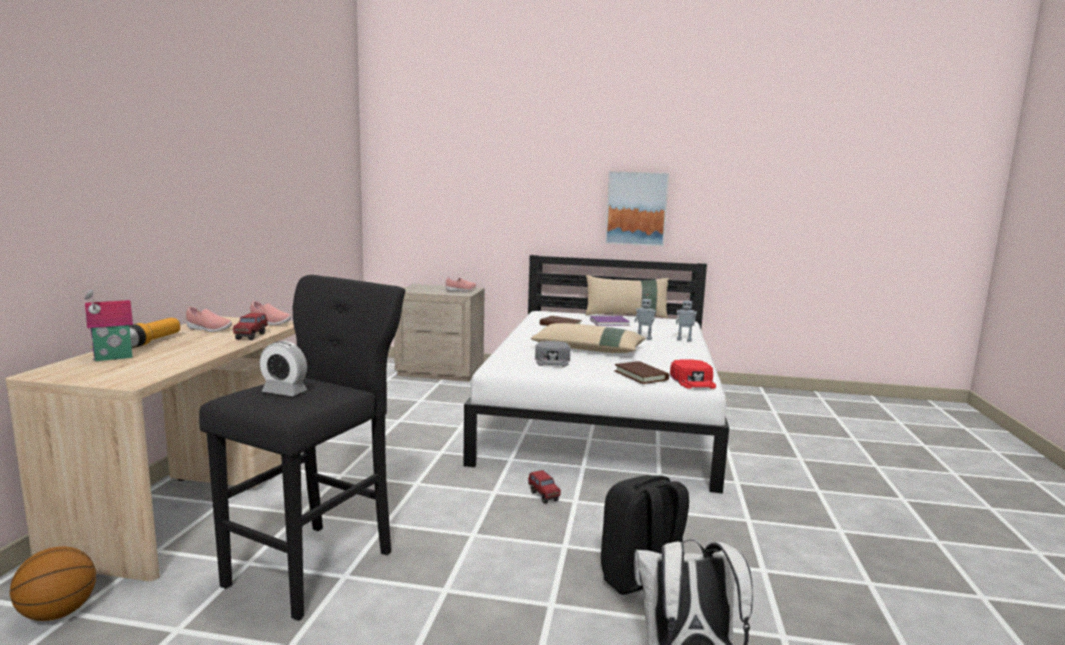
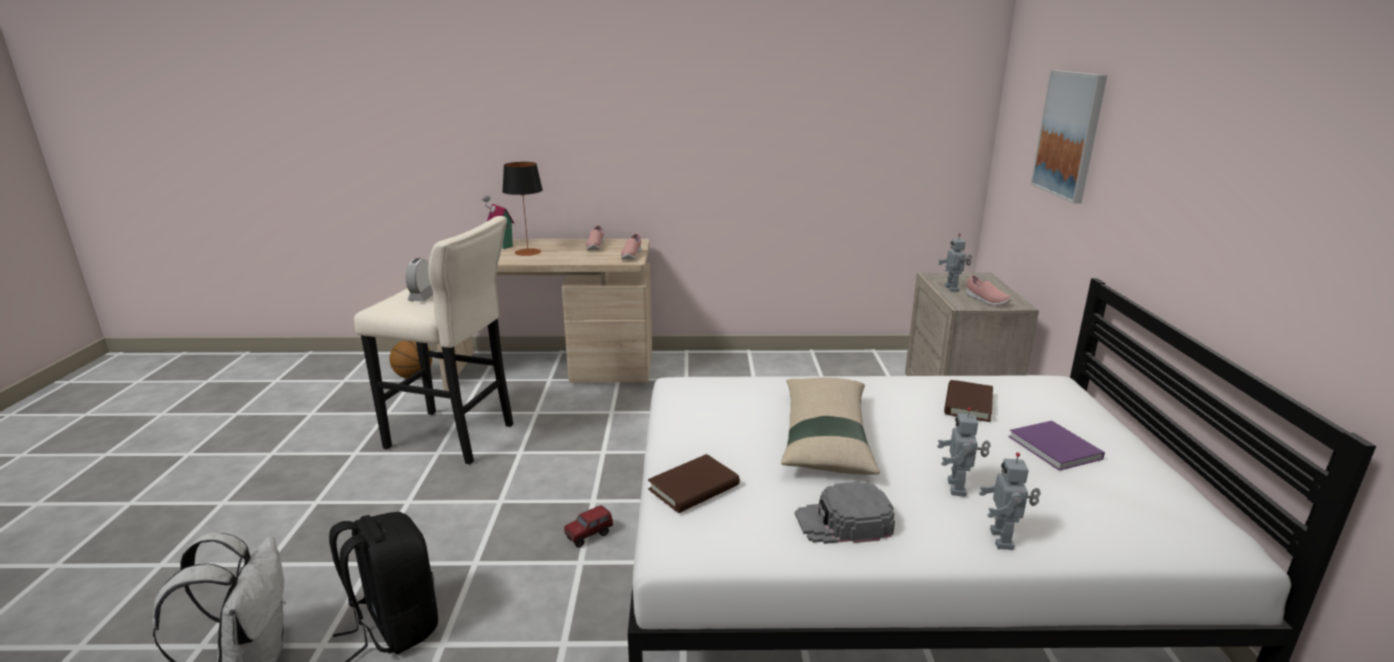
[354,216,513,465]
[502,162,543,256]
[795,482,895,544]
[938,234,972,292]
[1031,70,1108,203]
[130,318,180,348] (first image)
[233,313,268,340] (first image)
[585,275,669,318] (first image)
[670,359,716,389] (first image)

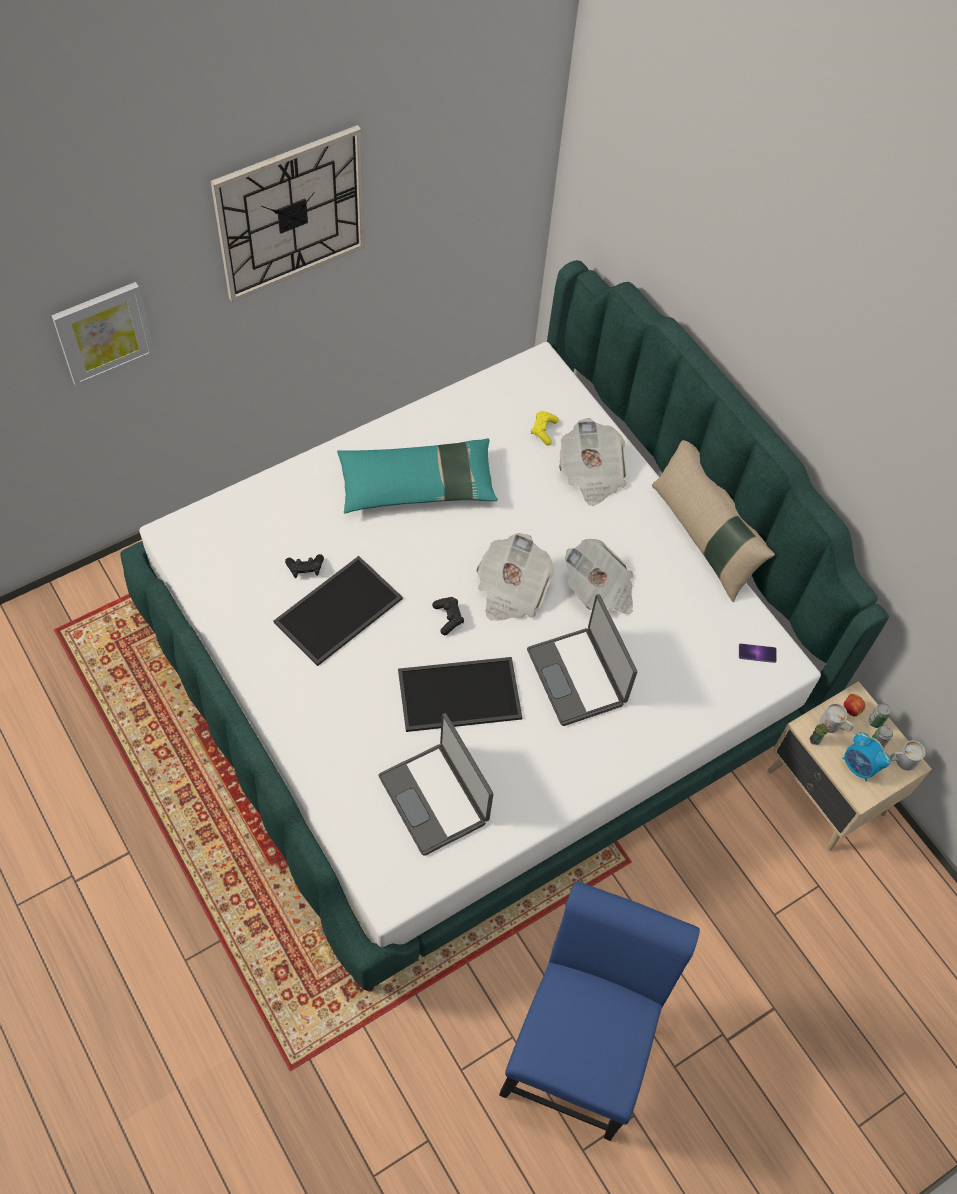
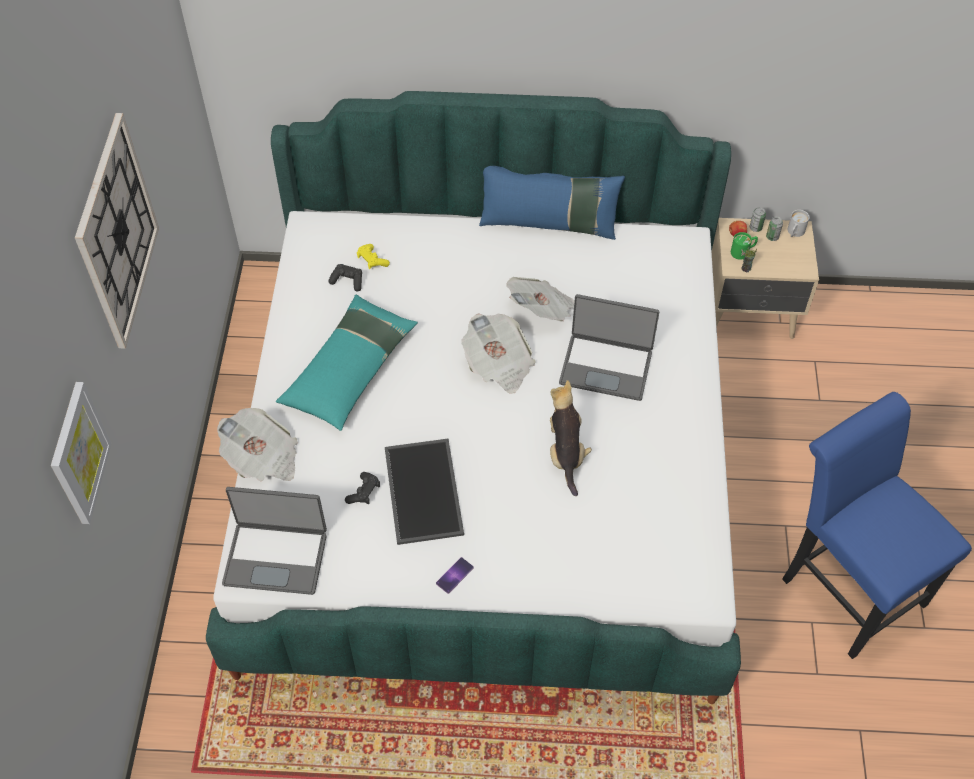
[217,408,298,481]
[222,487,327,595]
[329,264,362,292]
[436,557,474,594]
[479,166,625,240]
[550,380,592,496]
[731,232,758,260]
[842,732,891,782] (first image)

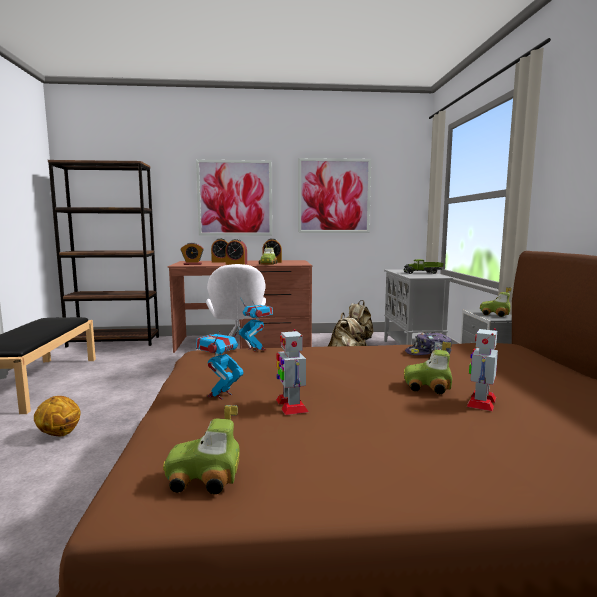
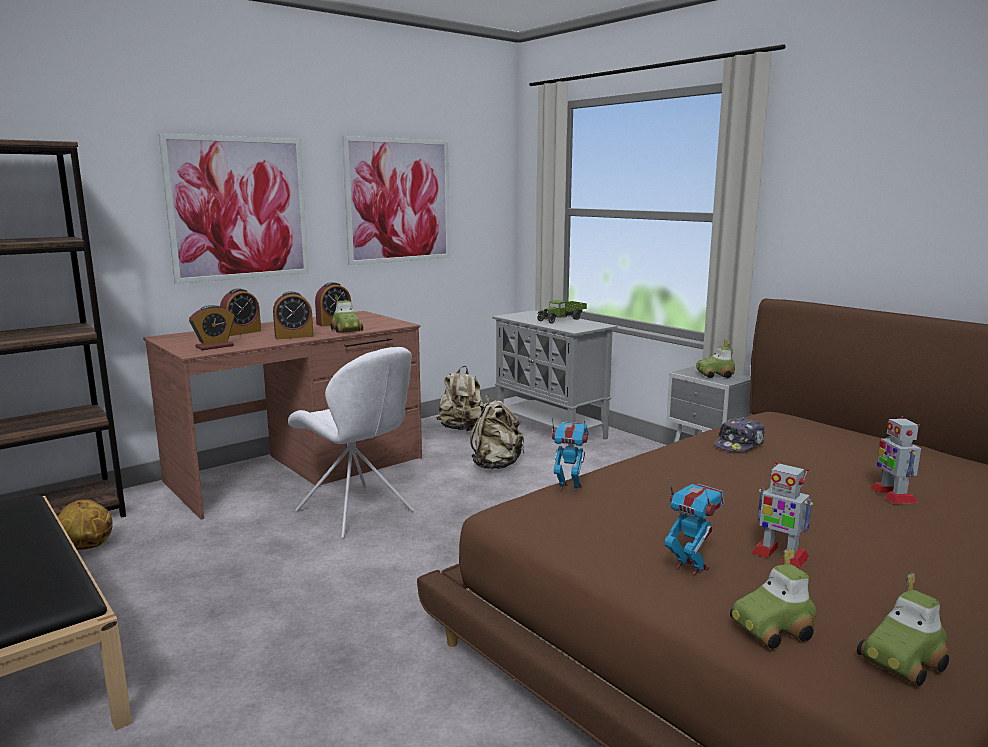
[58,499,113,550]
[664,478,725,576]
[730,549,816,649]

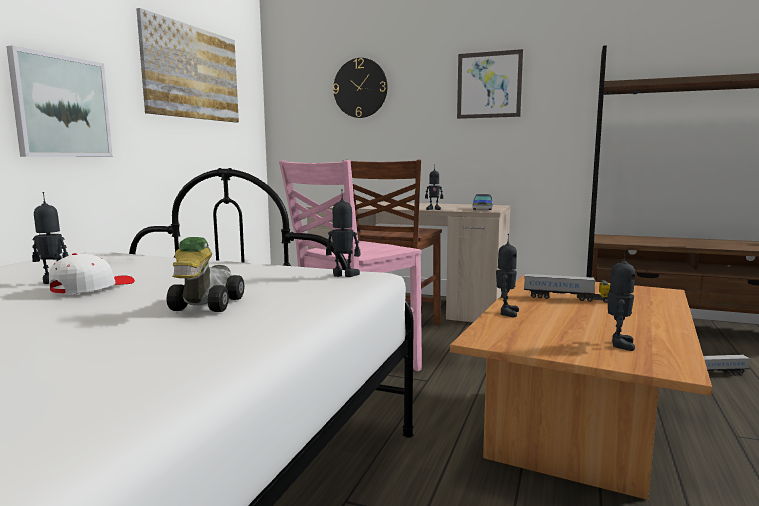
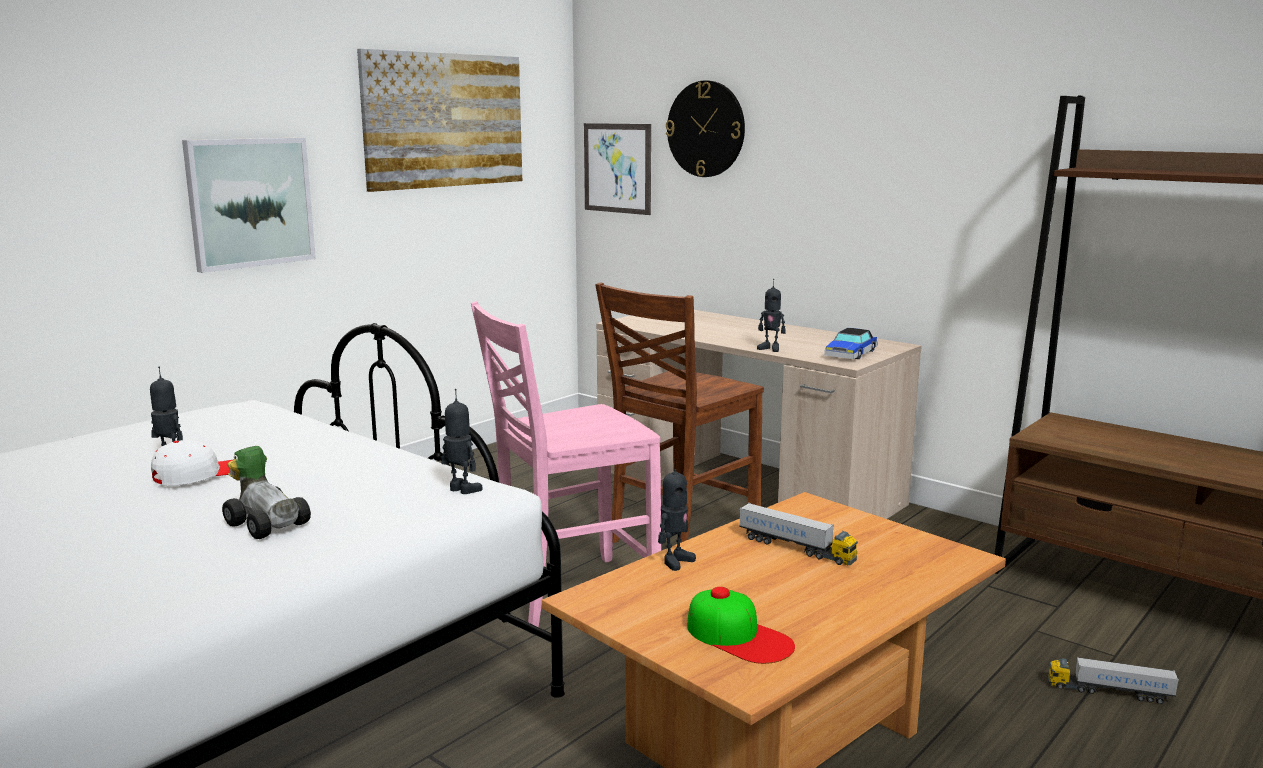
[222,446,311,539]
[584,123,651,215]
[687,587,795,664]

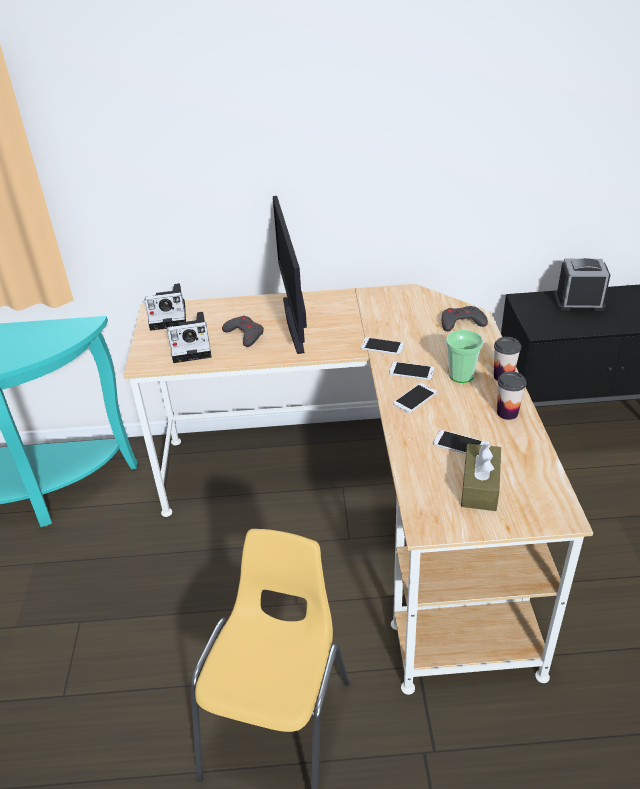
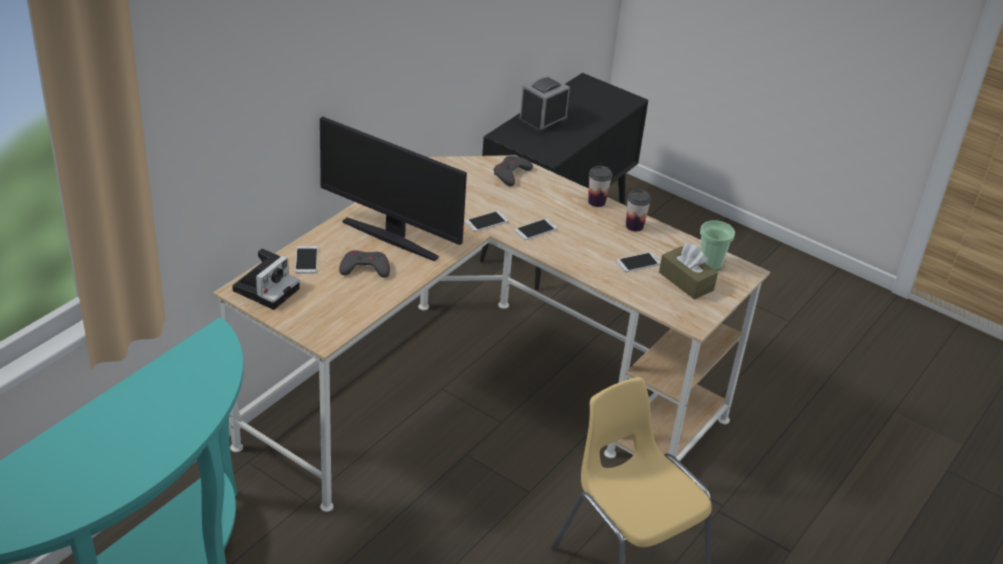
[295,246,318,274]
[700,220,735,271]
[167,312,212,363] (first image)

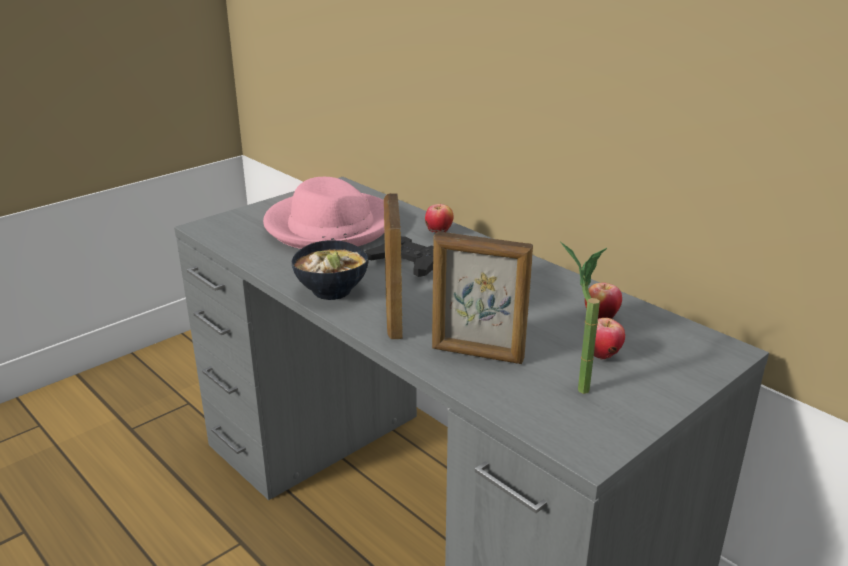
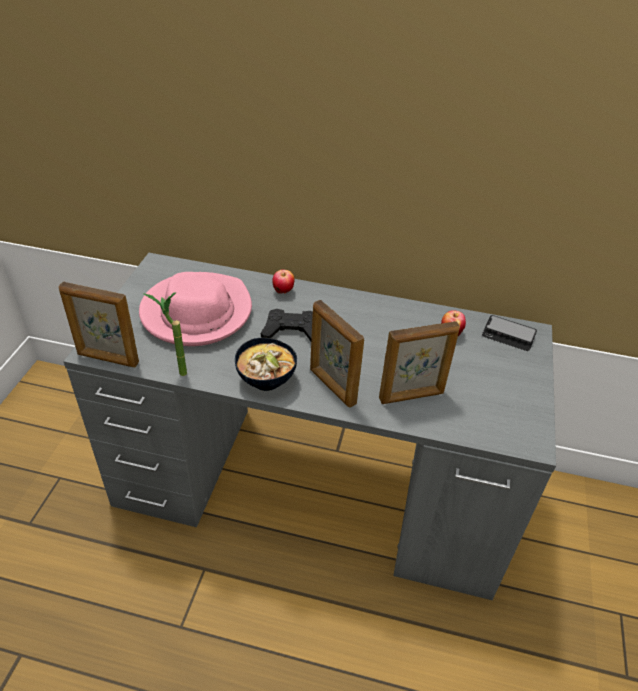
[58,282,139,367]
[143,292,187,376]
[482,315,537,351]
[594,318,625,360] (first image)

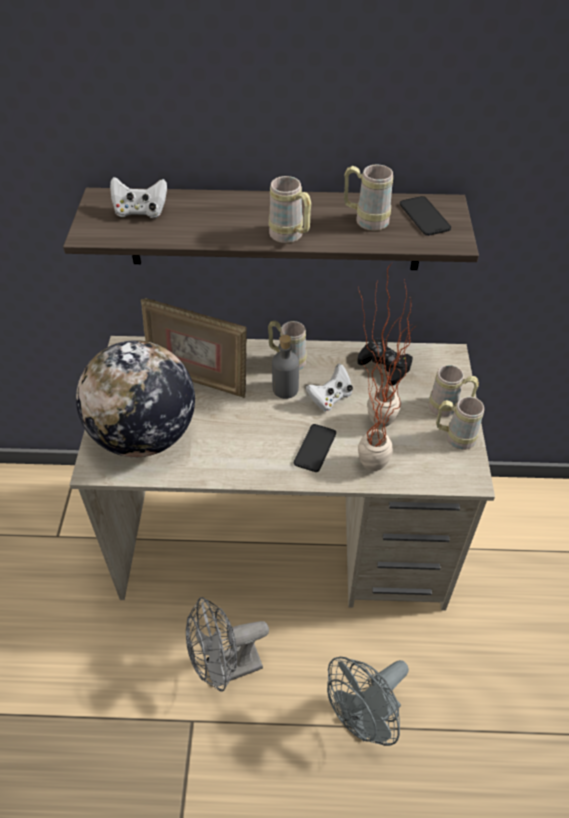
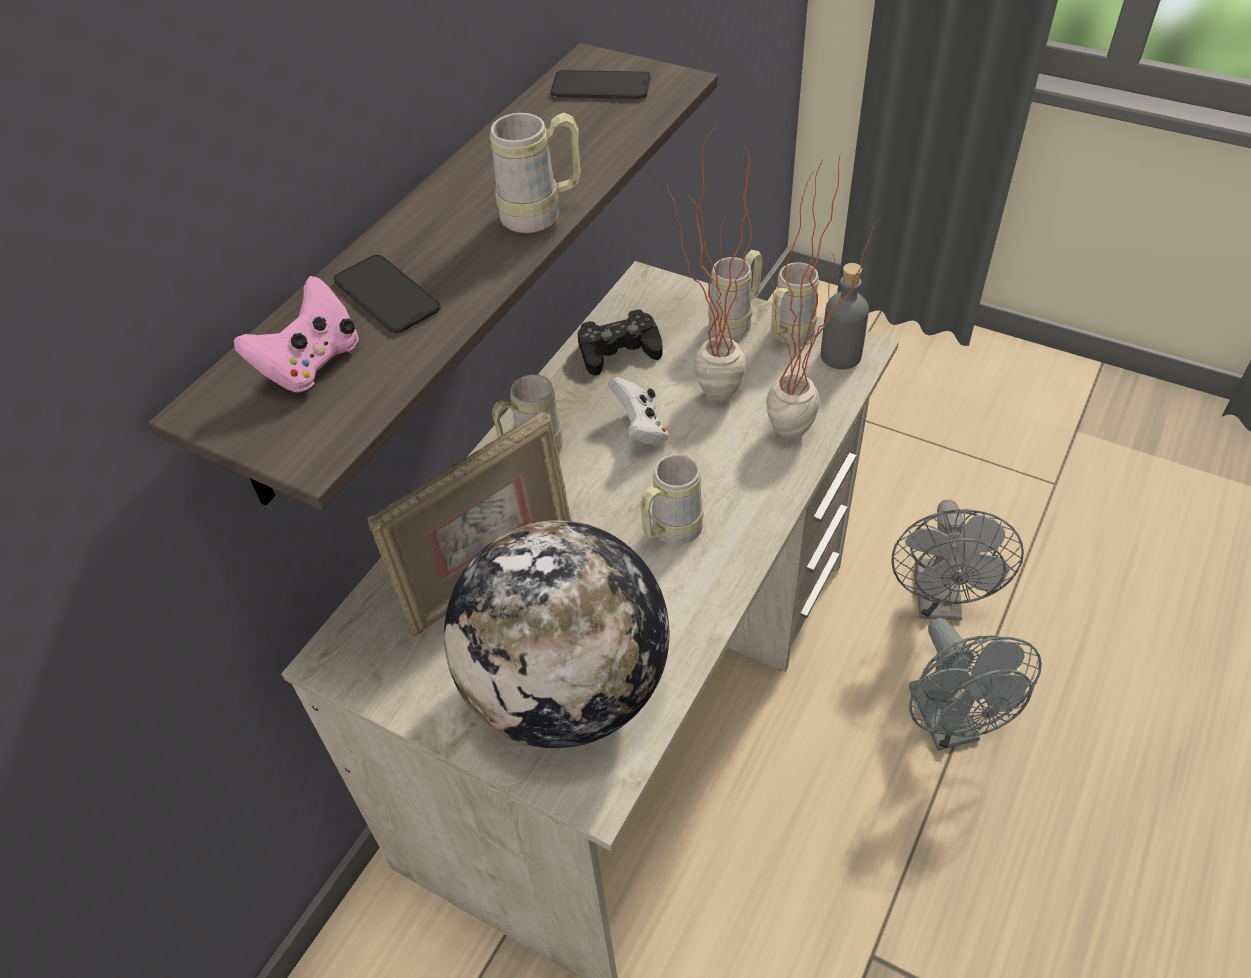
[234,276,359,392]
[334,255,441,333]
[640,454,704,545]
[821,263,869,370]
[892,499,1024,621]

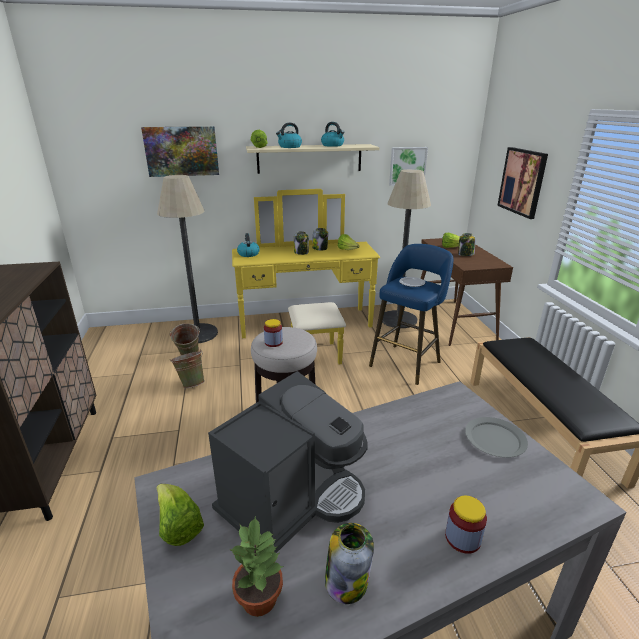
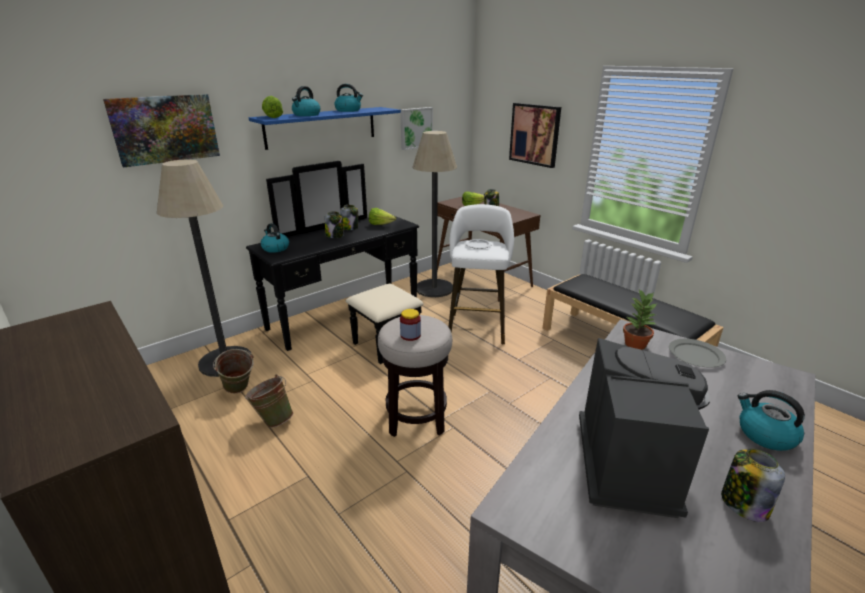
[246,161,424,364]
[249,107,401,150]
[449,204,514,344]
[623,289,658,350]
[738,390,805,451]
[156,484,204,546] (first image)

